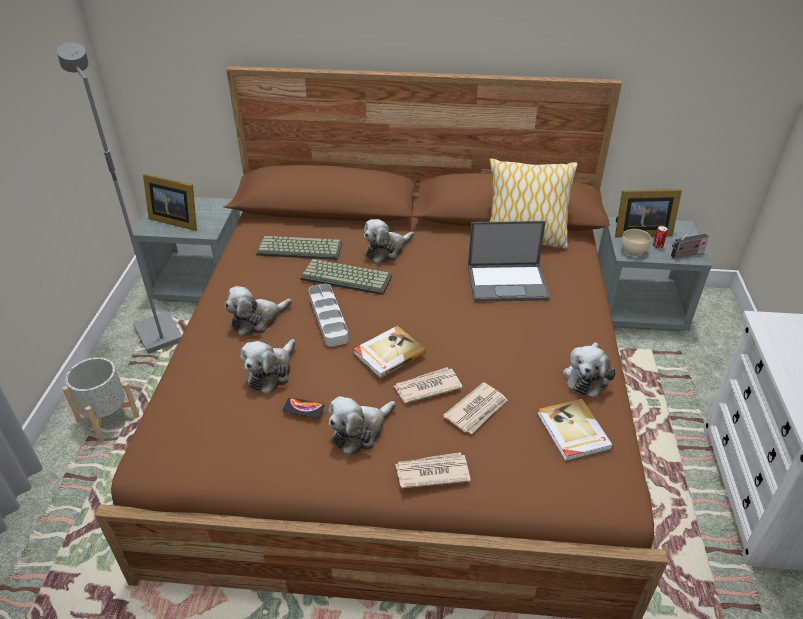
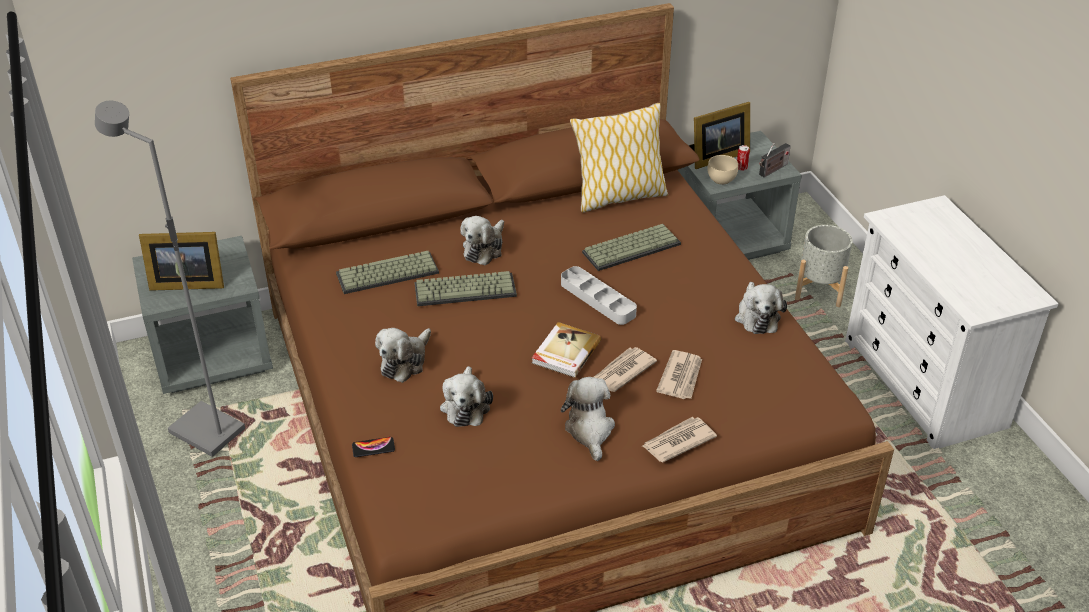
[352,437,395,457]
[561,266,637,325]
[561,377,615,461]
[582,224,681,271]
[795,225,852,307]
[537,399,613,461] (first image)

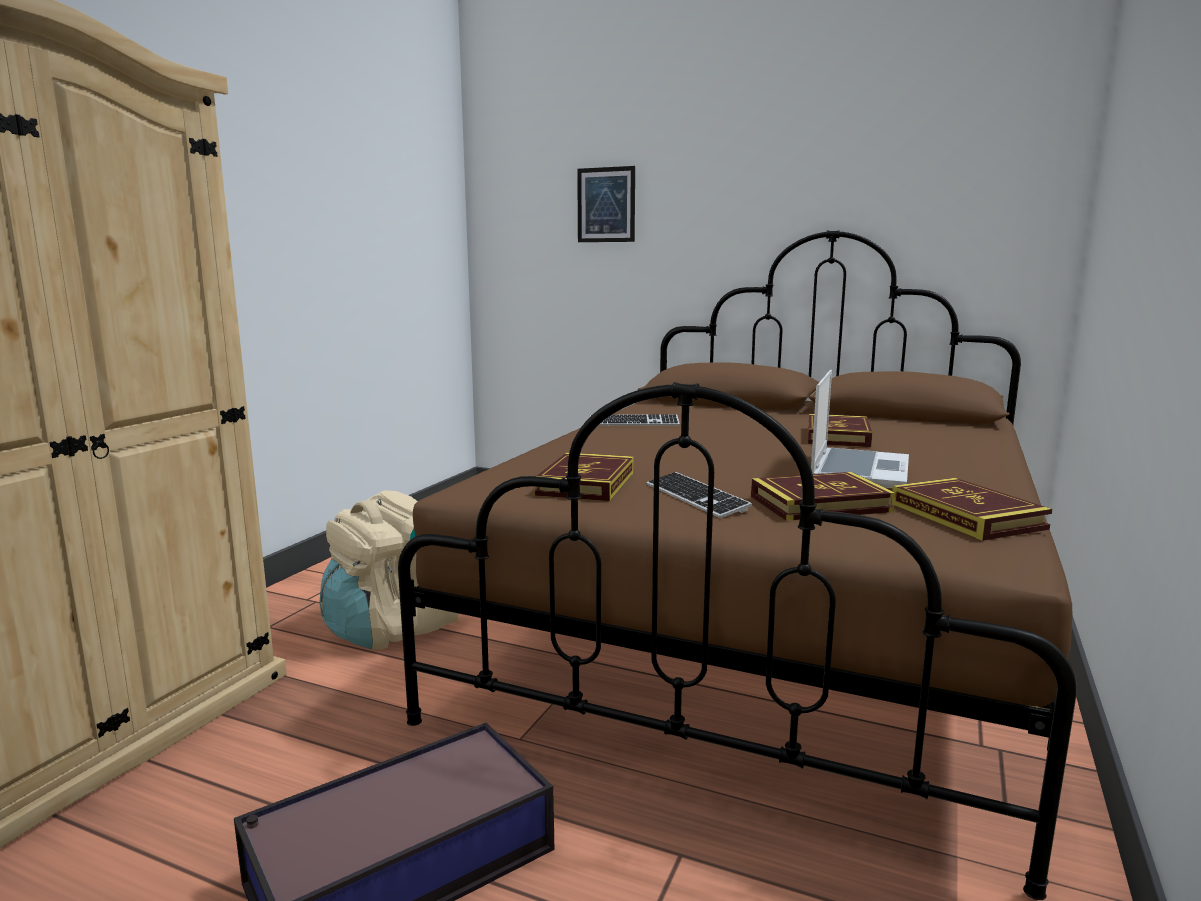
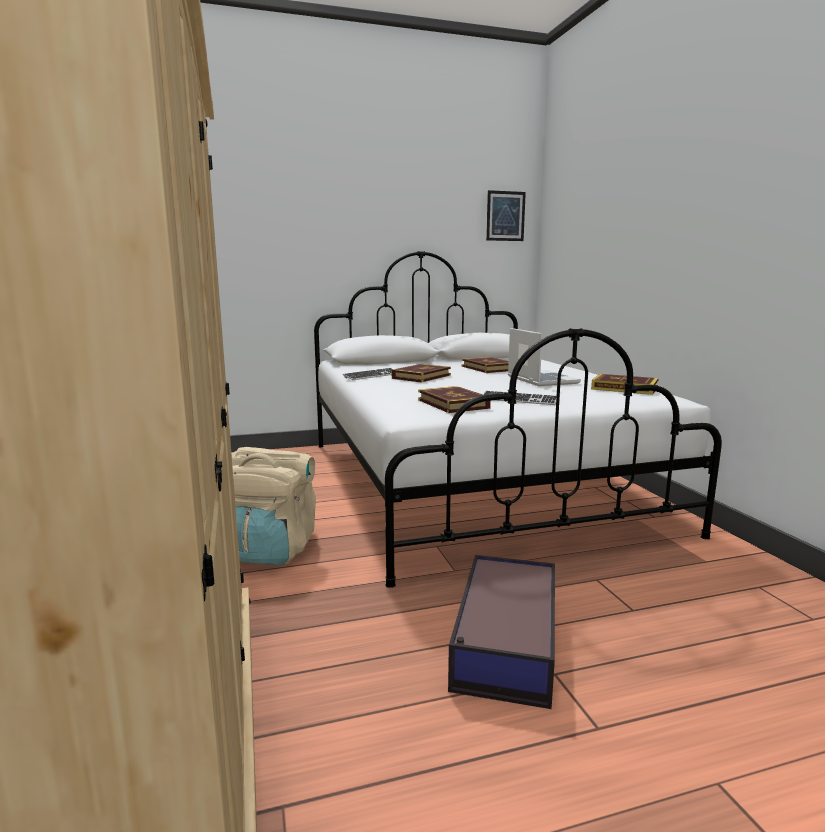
[314,251,722,588]
[392,364,451,383]
[486,190,526,241]

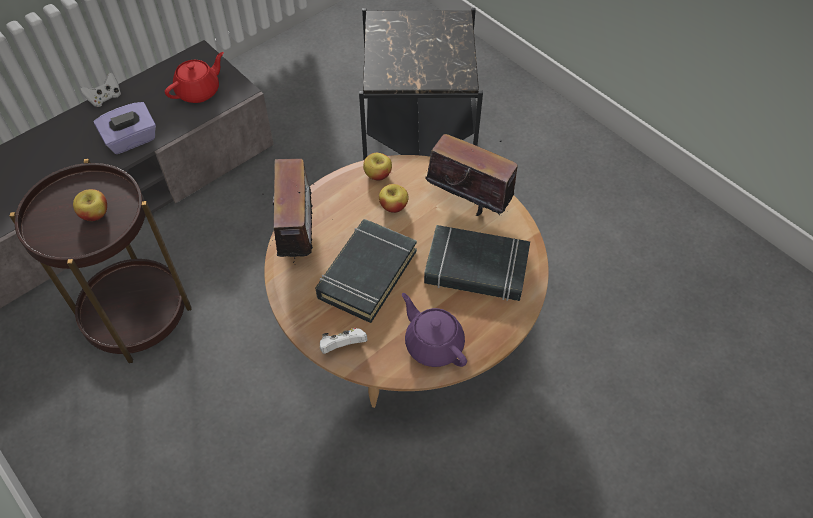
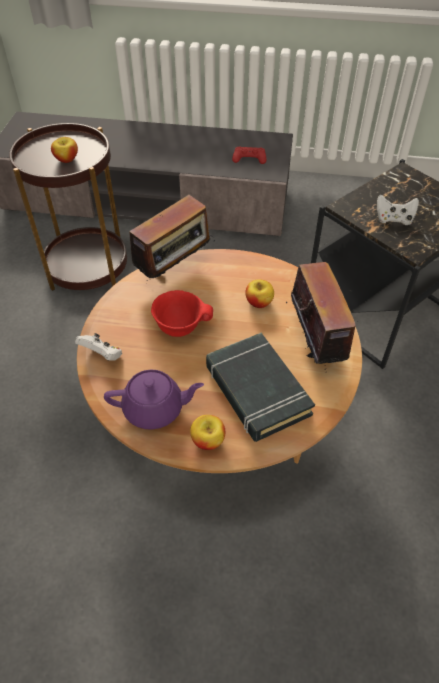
[104,370,204,430]
[151,290,213,337]
[190,415,225,450]
[232,147,266,164]
[377,195,419,225]
[94,102,156,154] (first image)

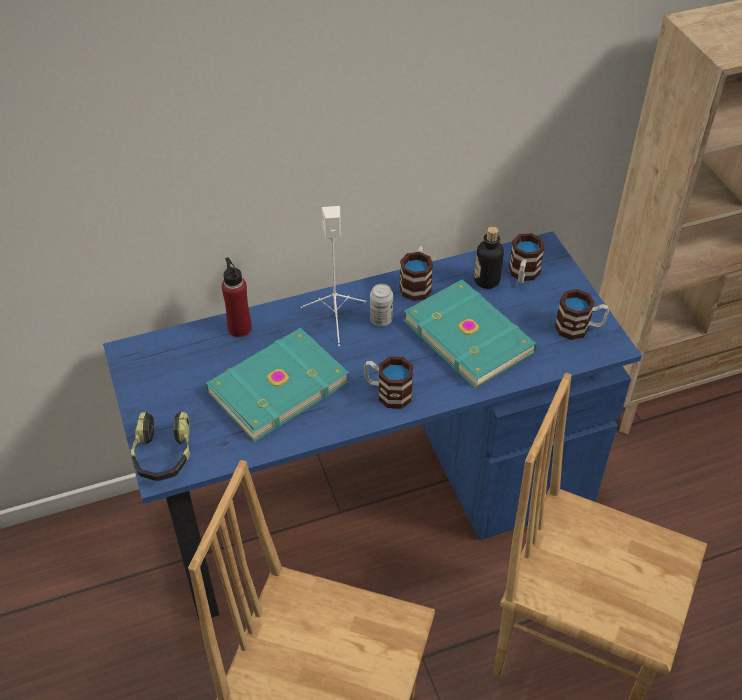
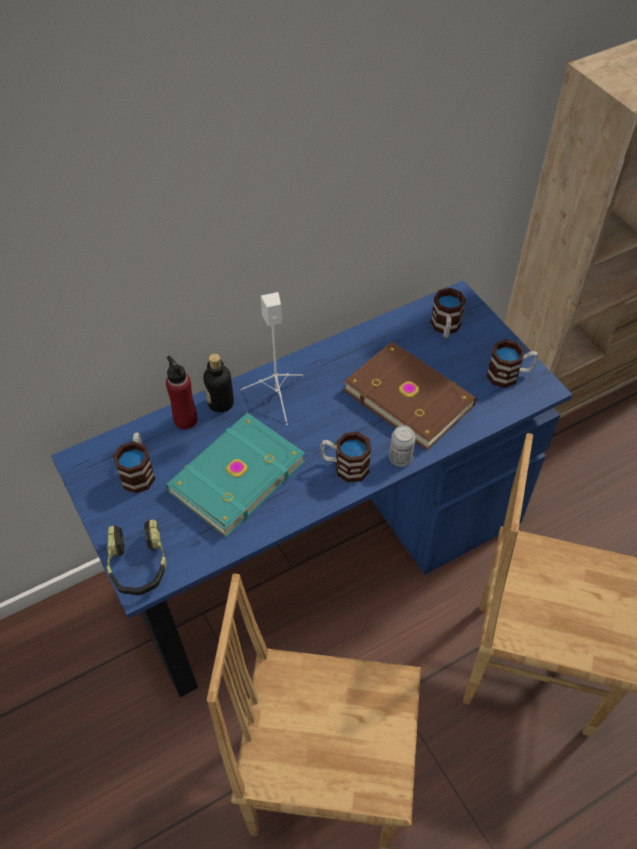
[113,432,155,493]
[203,354,234,413]
[343,342,477,450]
[389,425,416,467]

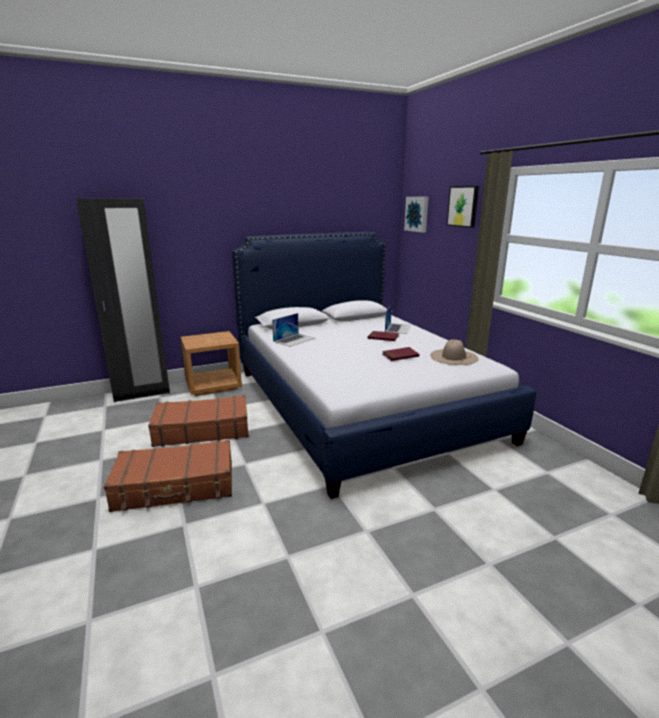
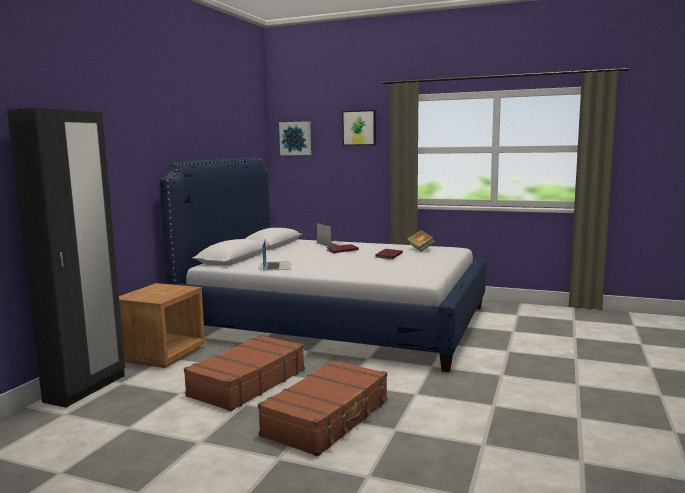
[407,230,436,252]

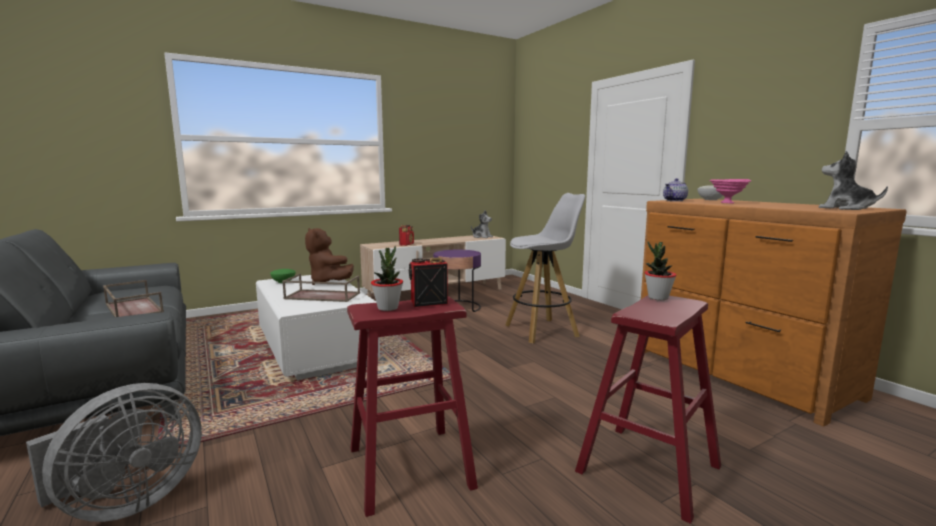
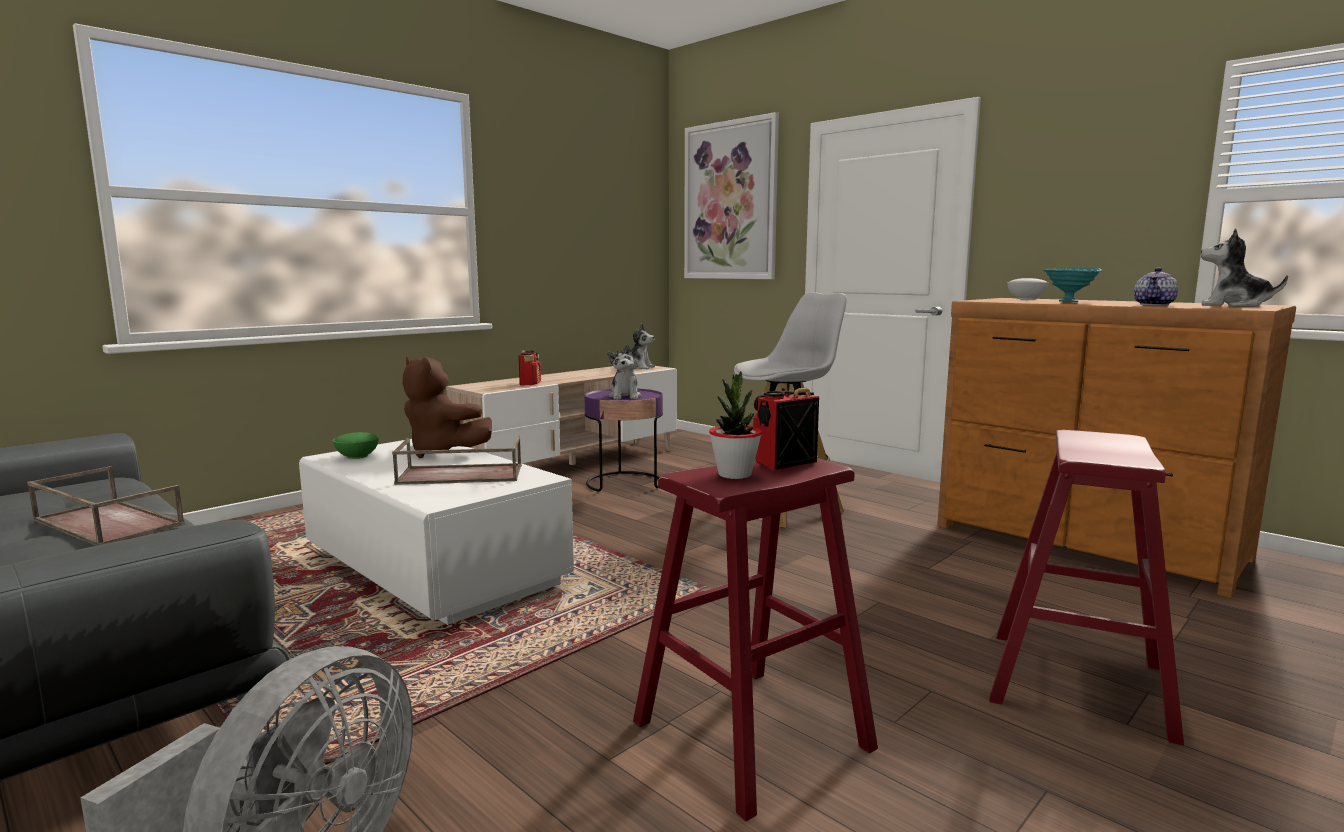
[607,345,641,400]
[684,112,779,279]
[1043,268,1102,302]
[1134,268,1178,306]
[645,241,676,300] (first image)

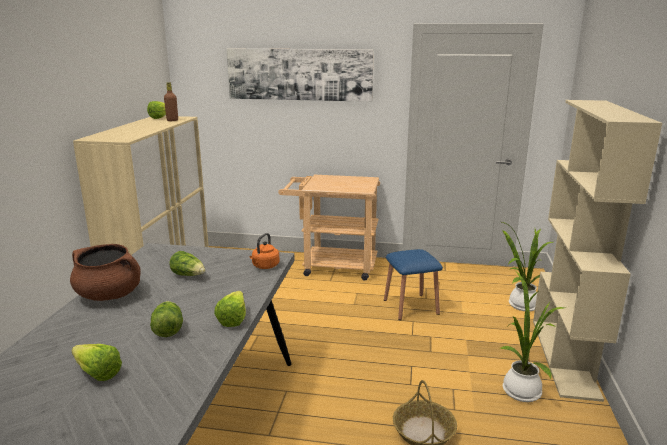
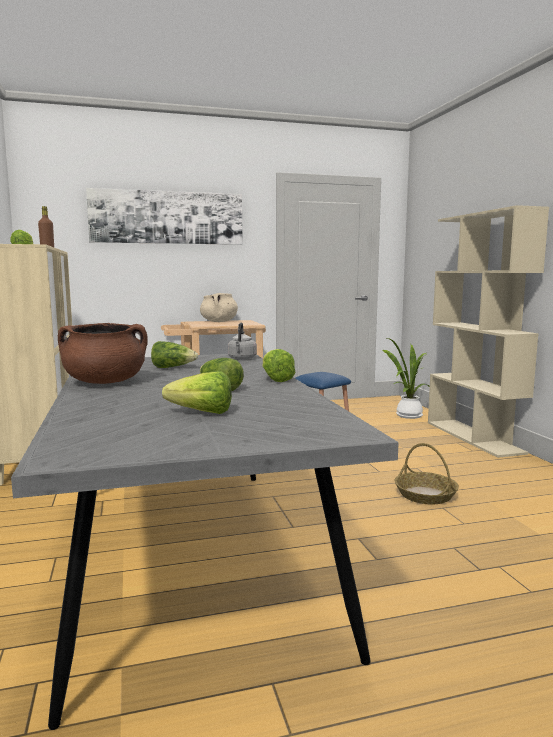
[200,293,238,322]
[228,323,257,360]
[500,271,566,402] (first image)

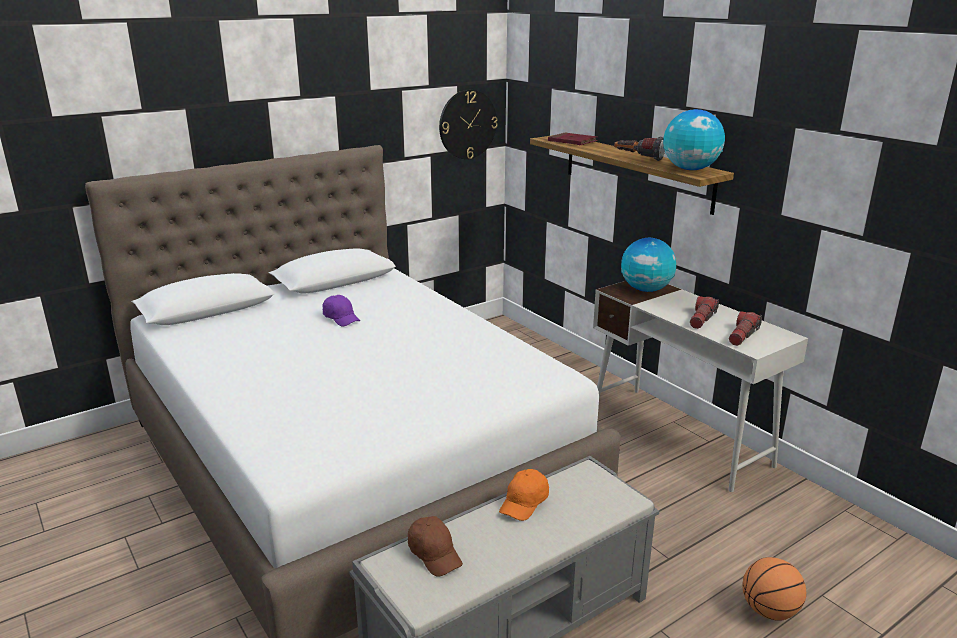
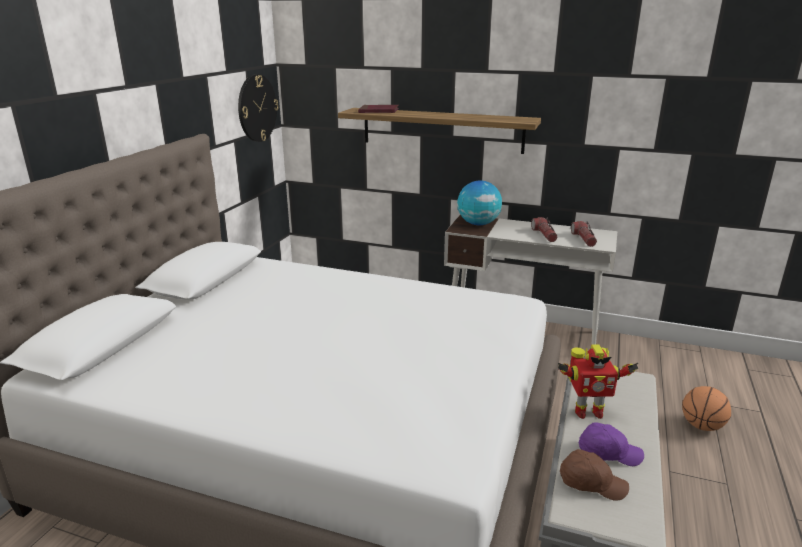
[558,344,638,419]
[579,422,644,466]
[614,137,665,161] (first image)
[663,109,725,170] (first image)

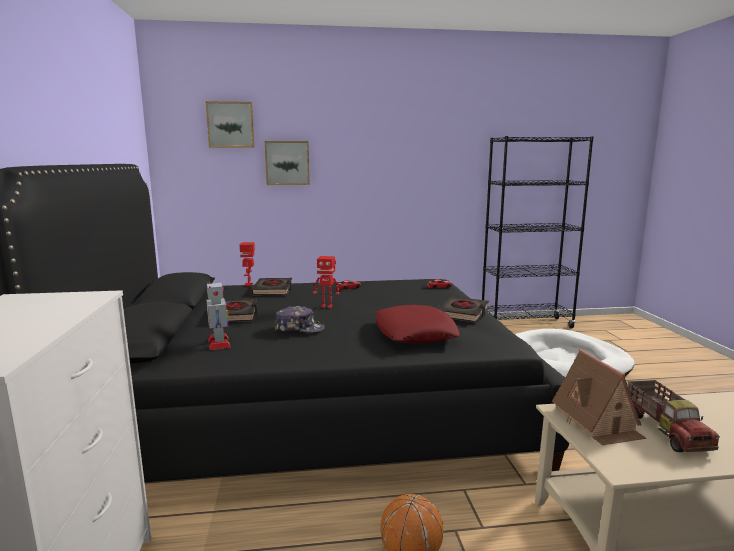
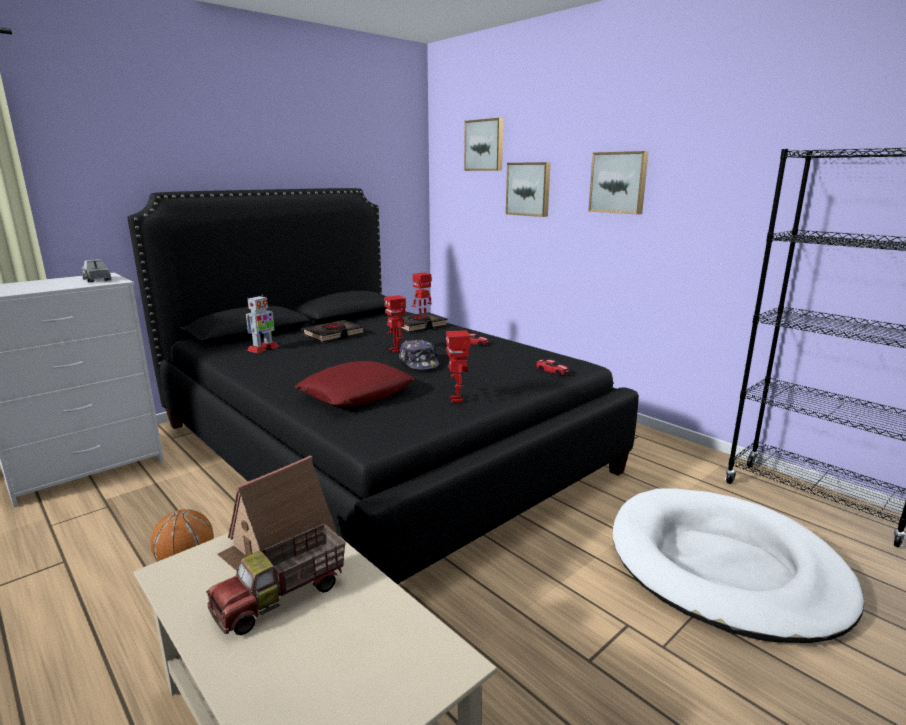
[81,259,111,283]
[399,339,439,370]
[446,330,470,403]
[588,151,649,214]

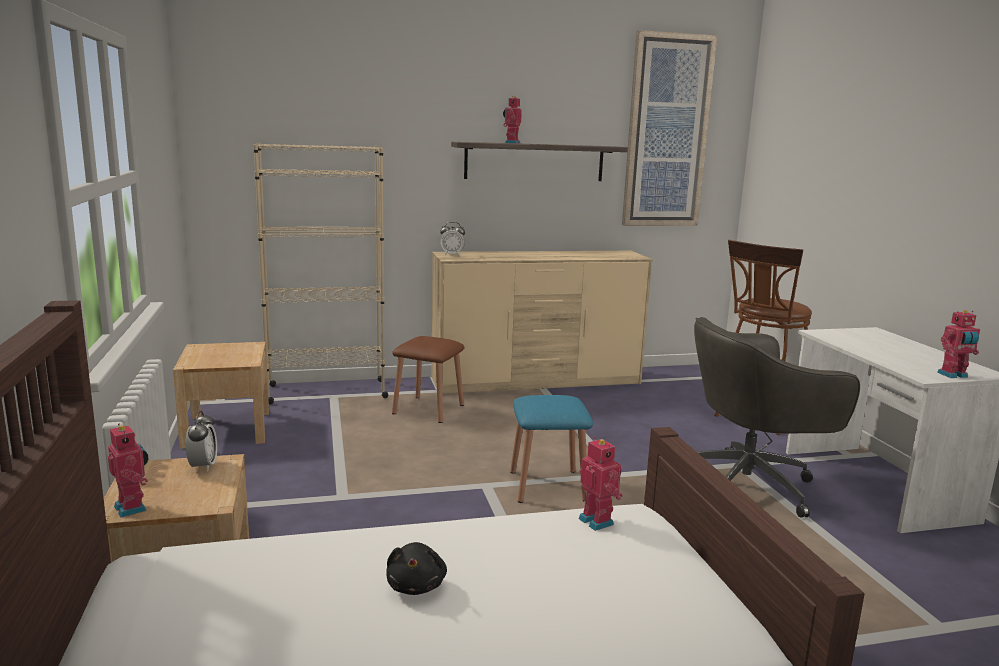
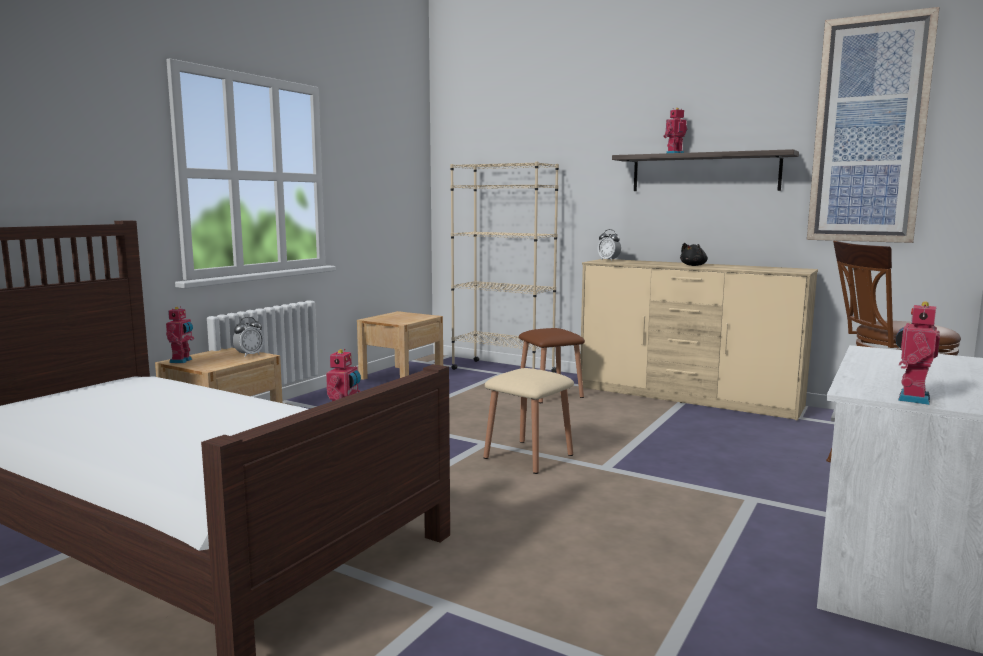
[483,368,574,474]
[680,243,708,266]
[896,301,940,405]
[694,317,860,518] (first image)

